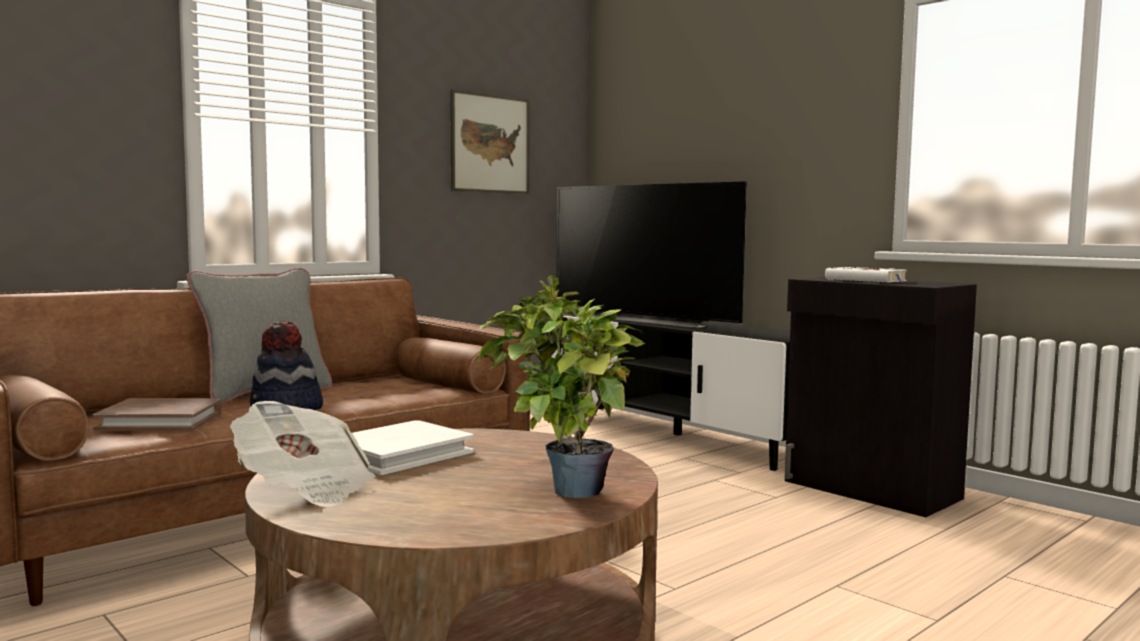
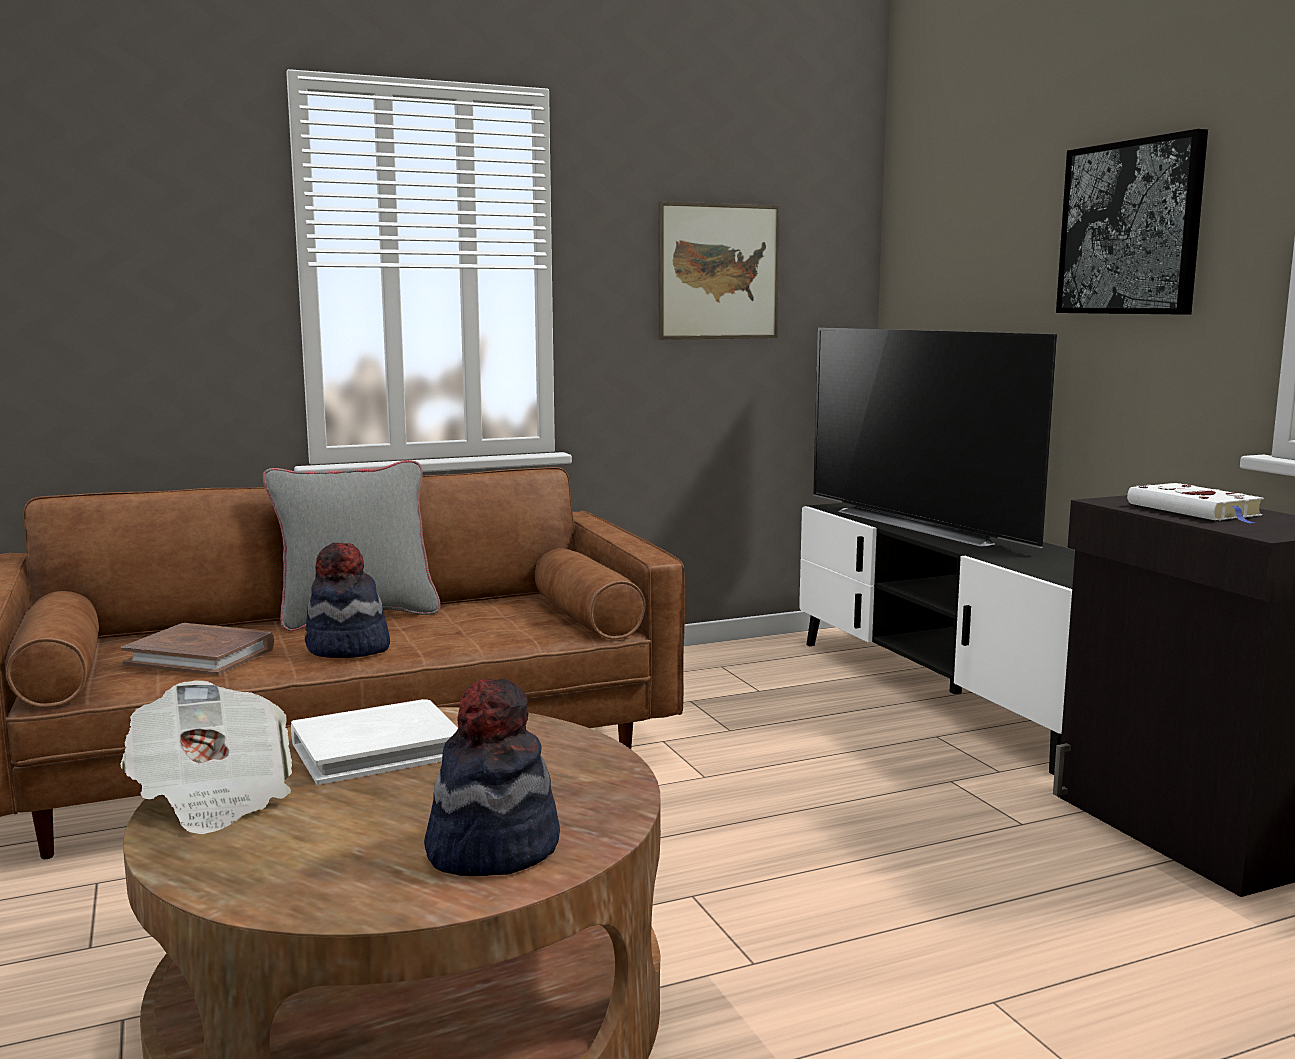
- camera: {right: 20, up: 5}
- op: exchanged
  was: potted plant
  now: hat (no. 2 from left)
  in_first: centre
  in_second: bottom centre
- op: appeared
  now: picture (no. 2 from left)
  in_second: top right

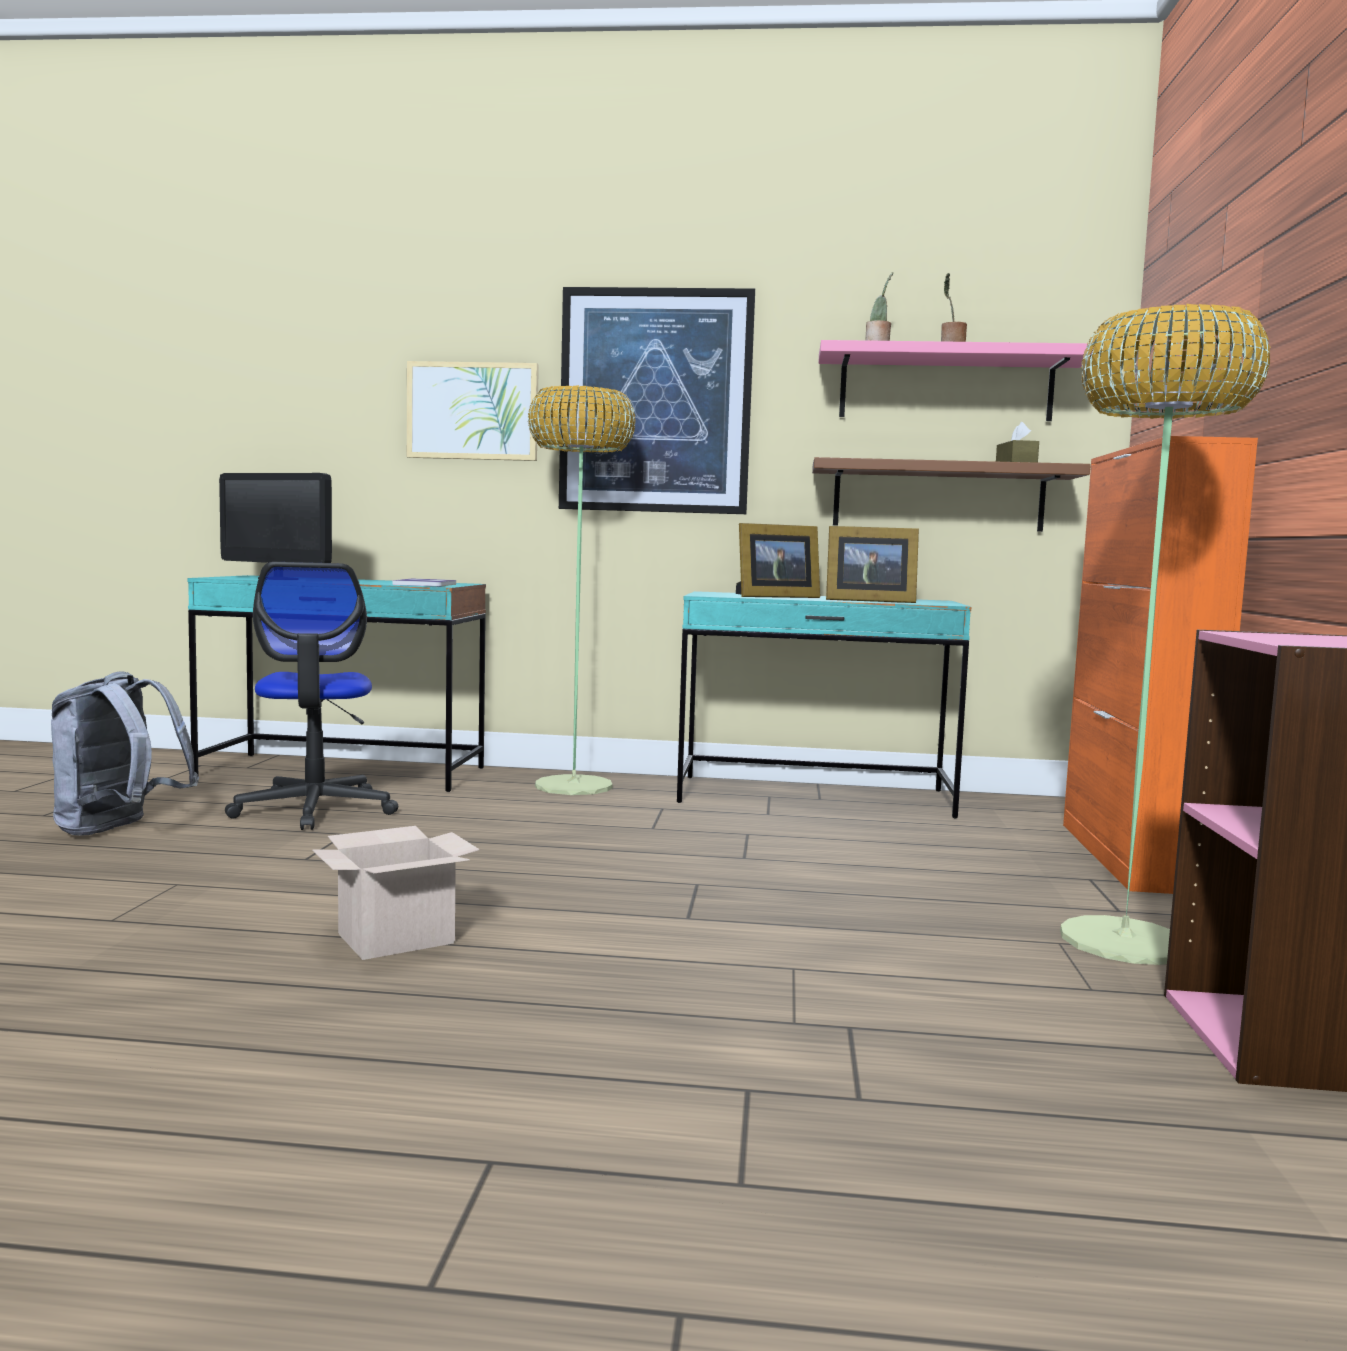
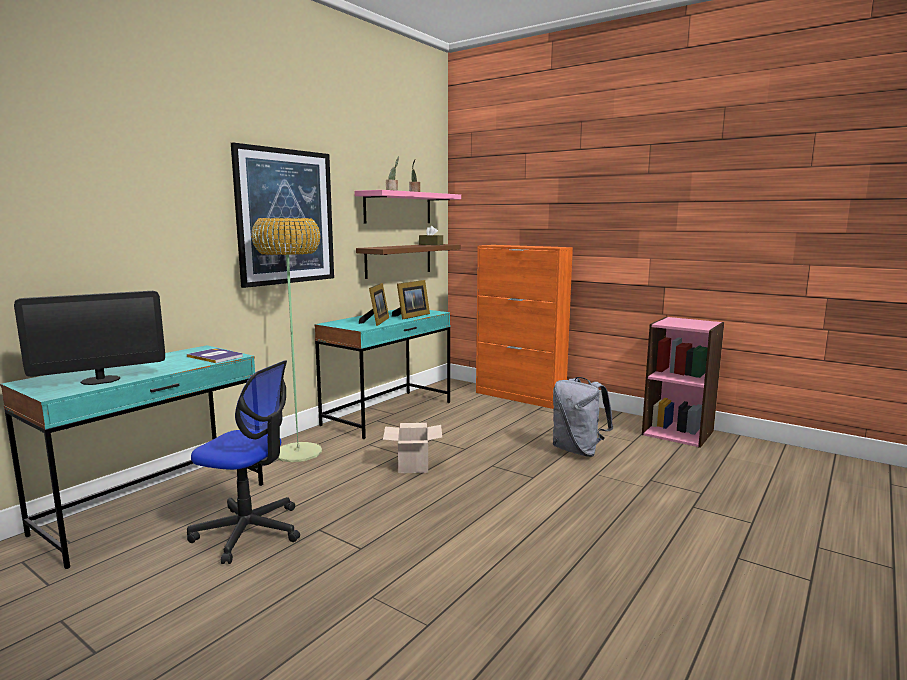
- camera: {right: -60, up: 5}
- op: missing
  was: floor lamp (no. 2 from left)
  in_first: middle right
- op: missing
  was: picture (no. 1 from left)
  in_first: top centre
- op: relocated
  was: backpack/grey
  in_first: middle left
  in_second: centre
- op: relocated
  was: cardboard box
  in_first: middle left
  in_second: centre

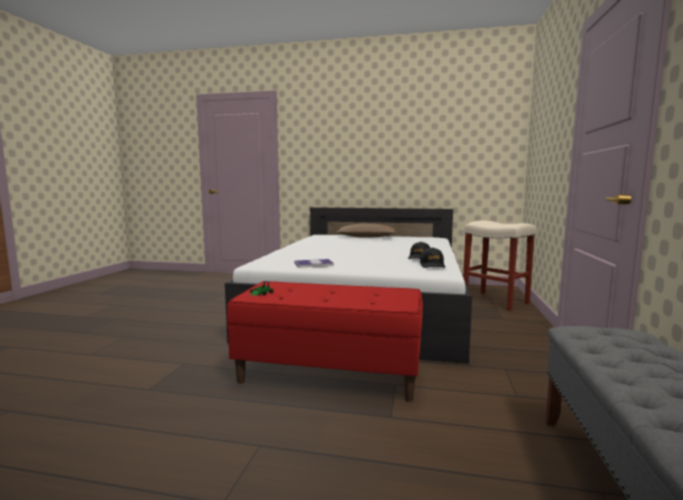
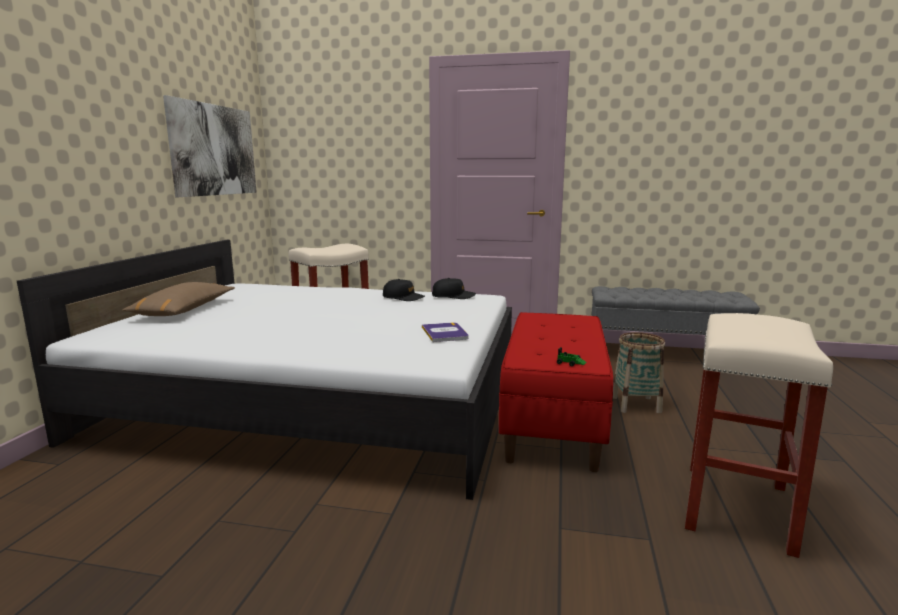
- camera: {right: -90, up: 5}
- op: appeared
  now: picture
  in_second: top left
- op: appeared
  now: stool/beige (no. 2 from left)
  in_second: bottom right
- op: appeared
  now: basket
  in_second: middle right

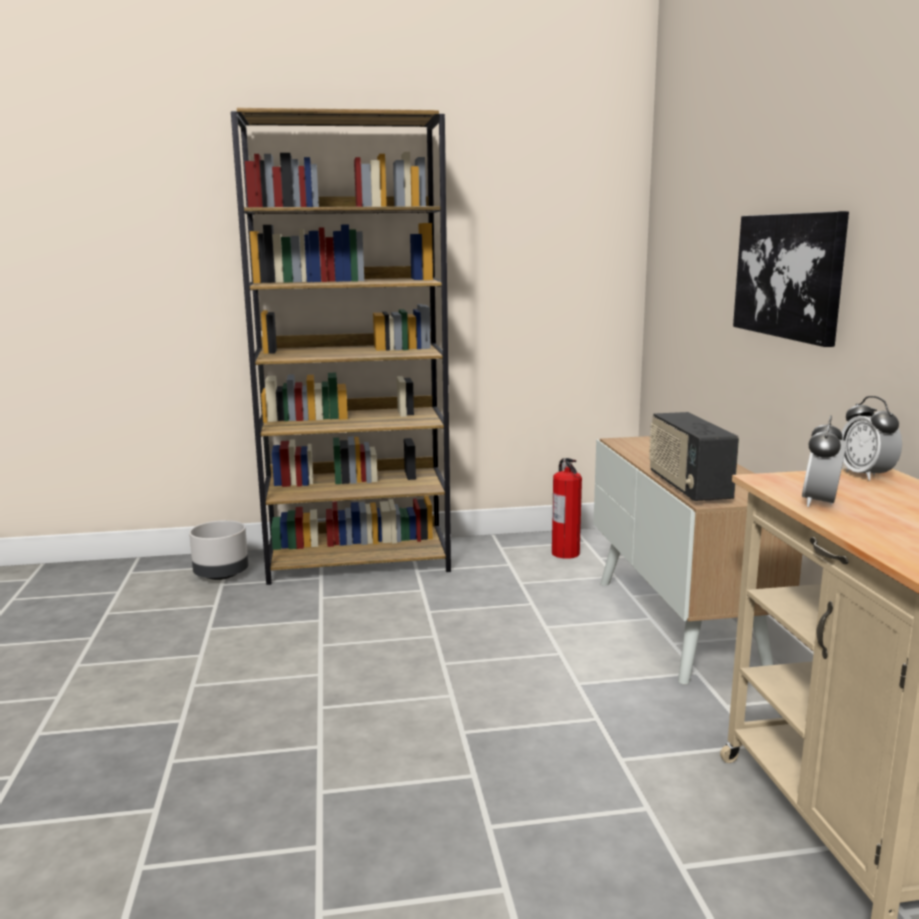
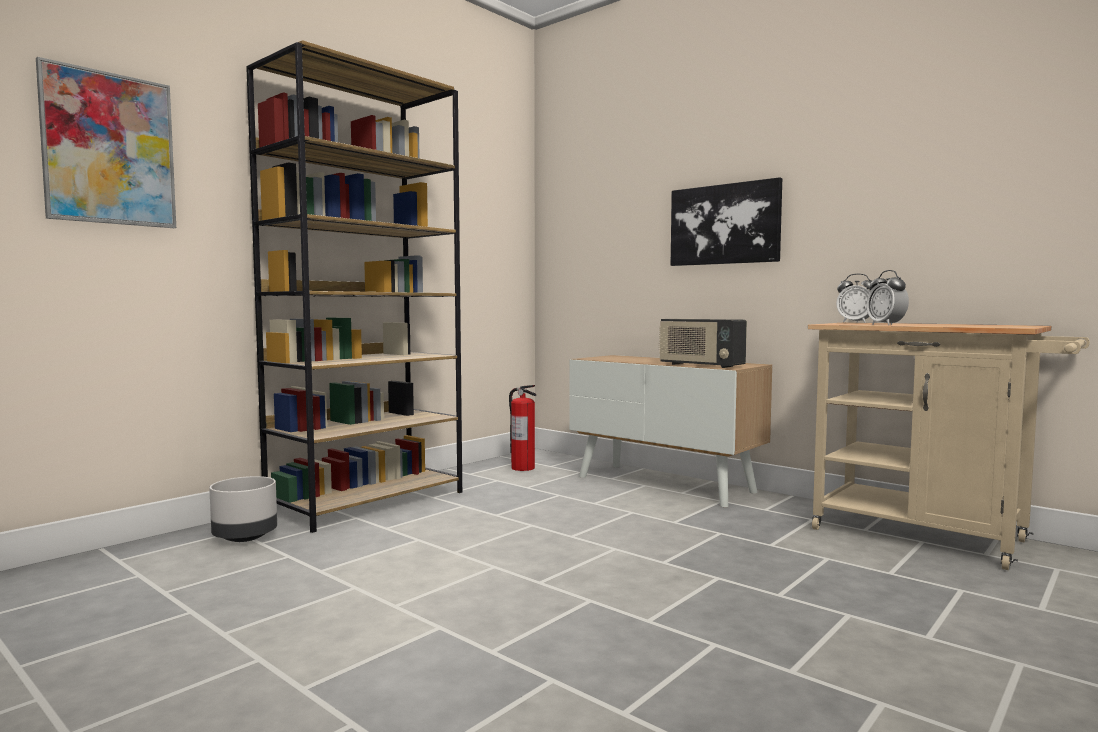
- camera: {right: -40, up: -10}
- op: appeared
  now: picture (no. 1 from left)
  in_second: top left

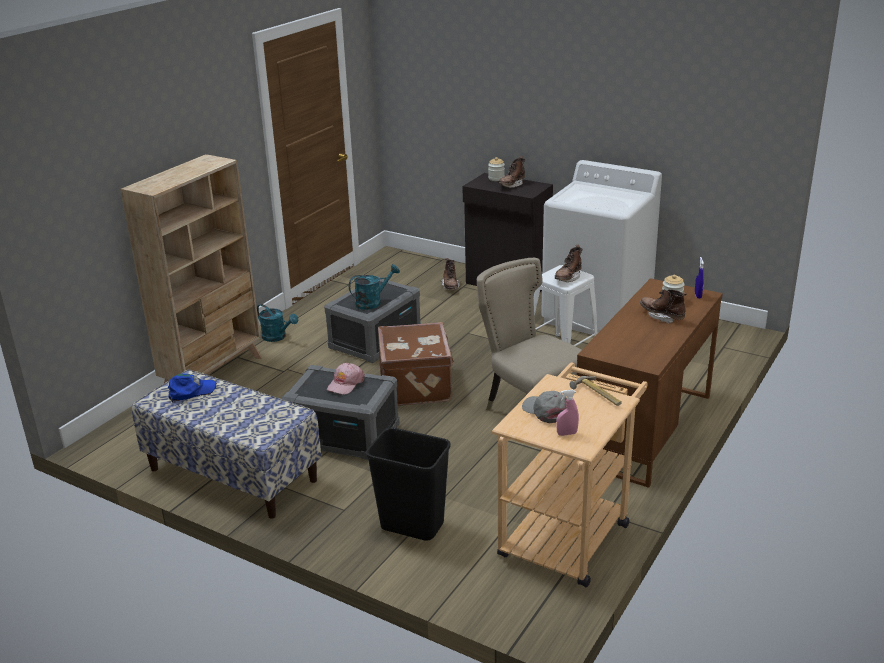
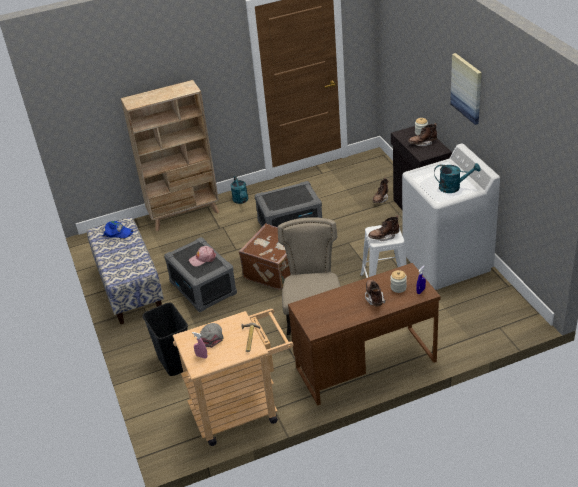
- camera: {right: 40, up: 10}
- op: relocated
  was: watering can/turquoise (no. 2 from left)
  in_first: centre
  in_second: middle right
- op: appeared
  now: picture
  in_second: top right

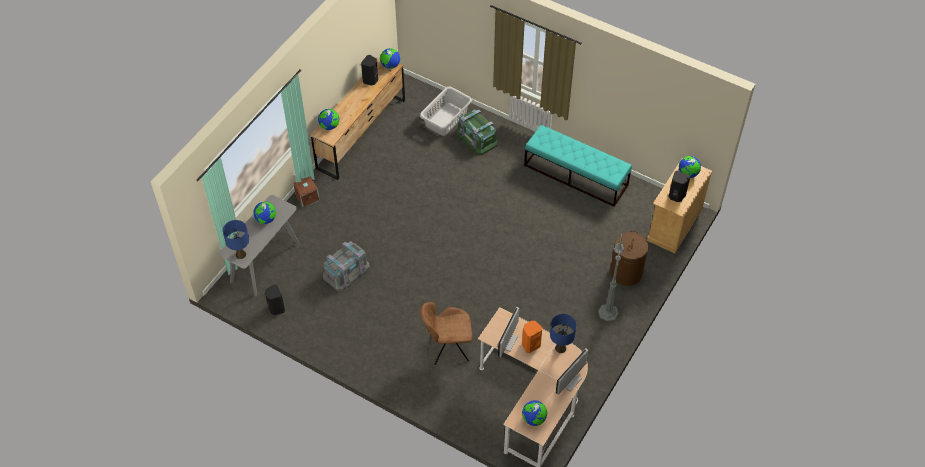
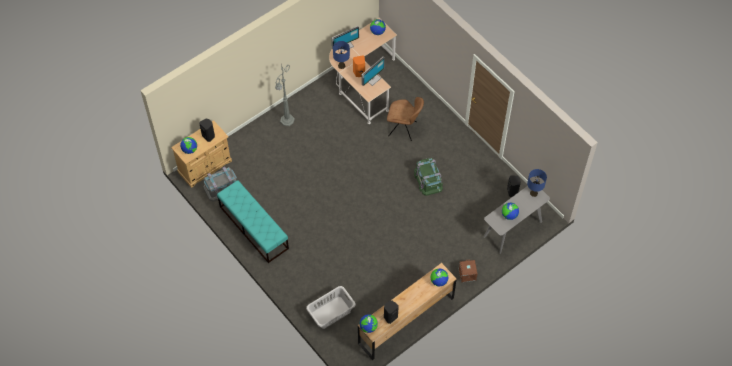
- camera: {right: -160, up: 5}
- op: relocated
  was: storage box/green
  in_first: top centre
  in_second: centre
- op: missing
  was: laundry basket/brown
  in_first: middle right
- op: relocated
  was: storage box/grey
  in_first: centre
  in_second: middle left

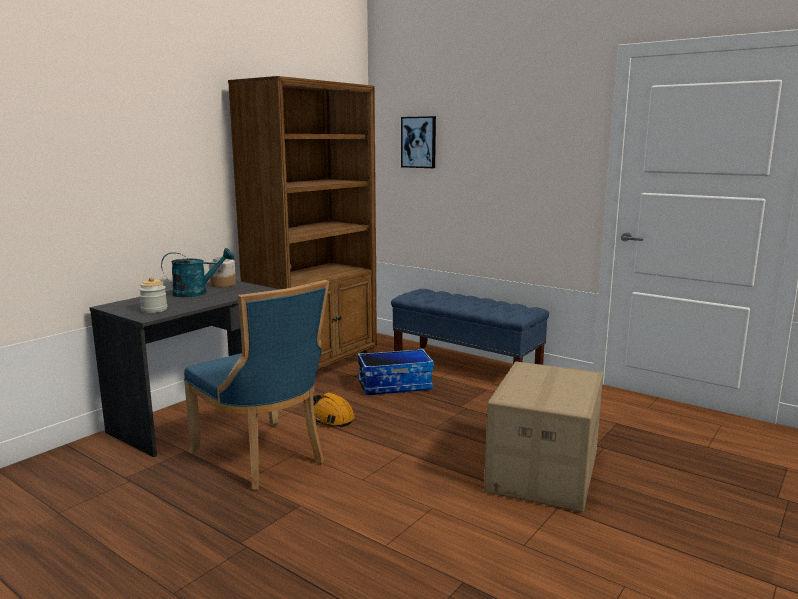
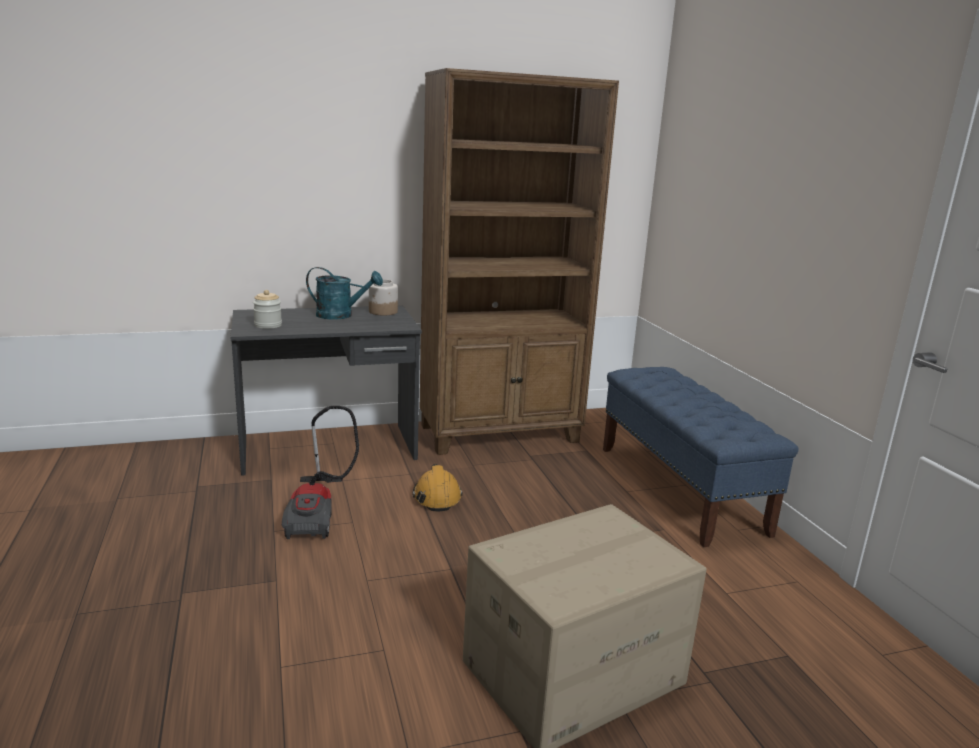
- camera: {right: 35, up: 5}
- op: missing
  was: picture
  in_first: top centre
- op: exchanged
  was: chair/blue
  now: vacuum cleaner
  in_first: middle left
  in_second: middle left
- op: missing
  was: storage box
  in_first: centre

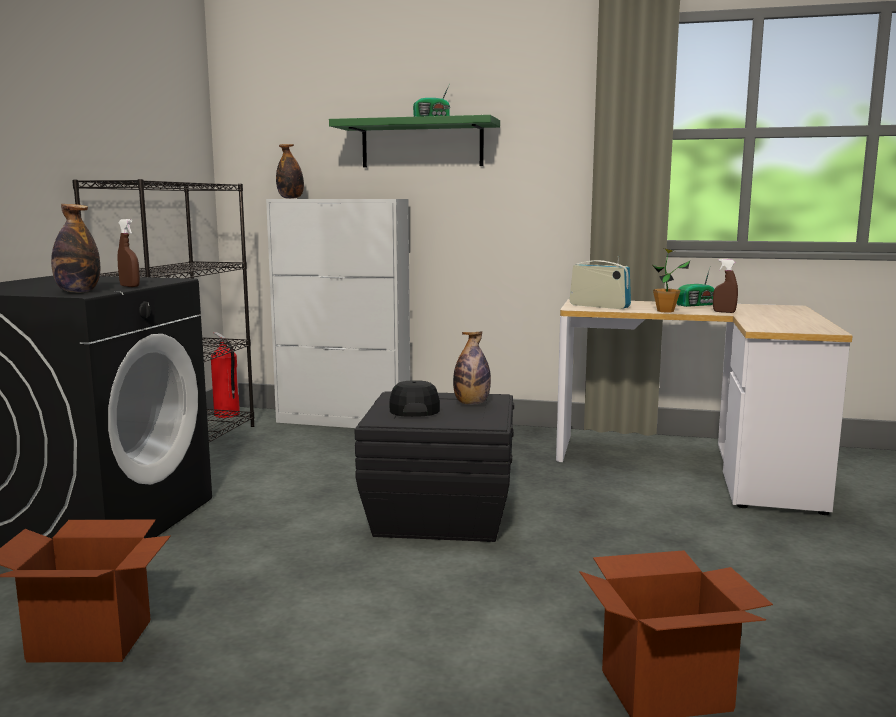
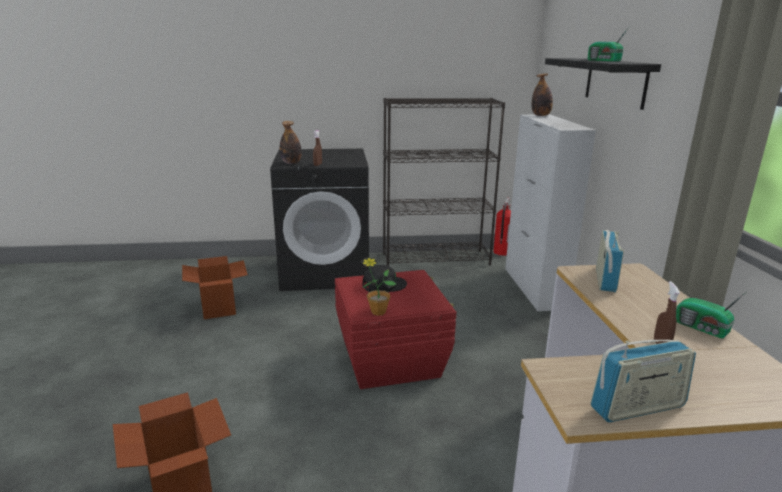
- camera: {right: 70, up: 10}
- op: colour
  was: shelf/green
  now: shelf/black
  in_first: top centre
  in_second: top right
- op: relocated
  was: potted plant
  in_first: middle right
  in_second: centre
- op: missing
  was: bottle (no. 3 from left)
  in_first: centre
- op: colour
  was: storage box/black
  now: storage box/red
  in_first: centre
  in_second: bottom centre
- op: appeared
  now: radio (no. 3 from left)
  in_second: bottom right

